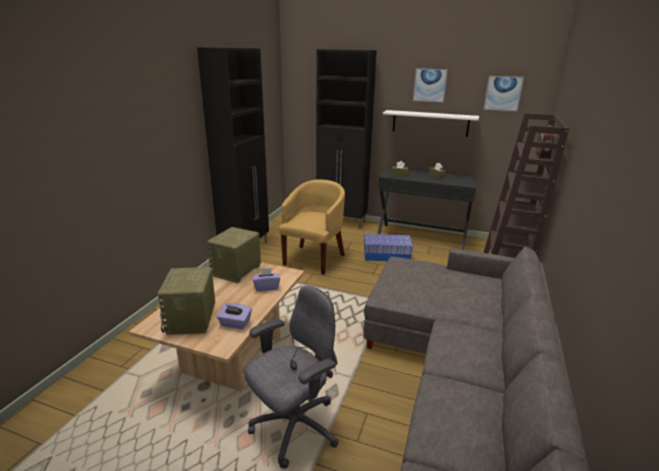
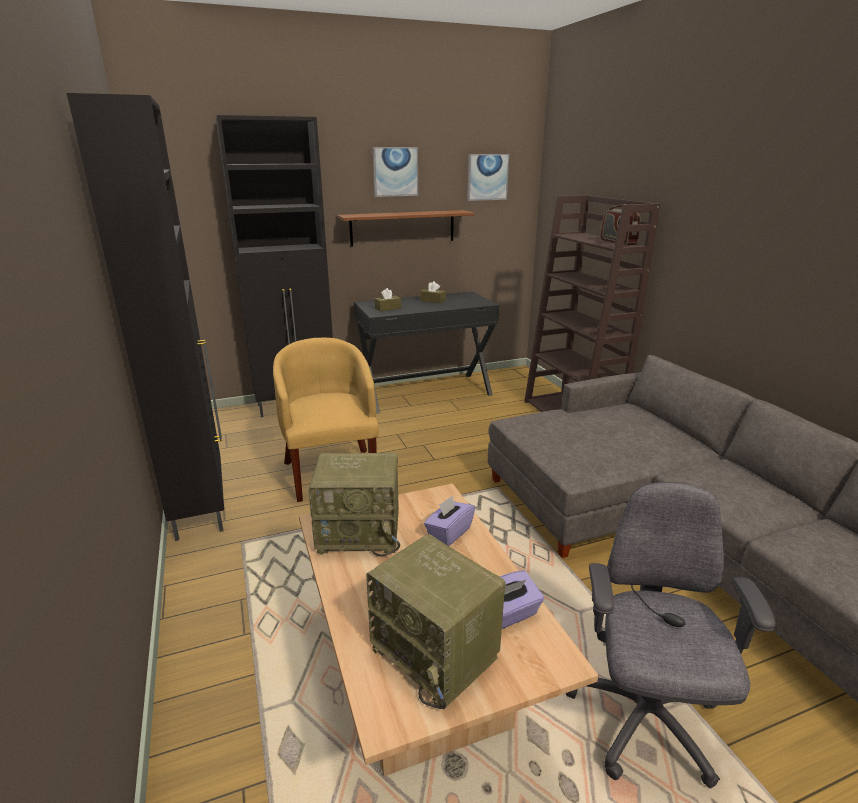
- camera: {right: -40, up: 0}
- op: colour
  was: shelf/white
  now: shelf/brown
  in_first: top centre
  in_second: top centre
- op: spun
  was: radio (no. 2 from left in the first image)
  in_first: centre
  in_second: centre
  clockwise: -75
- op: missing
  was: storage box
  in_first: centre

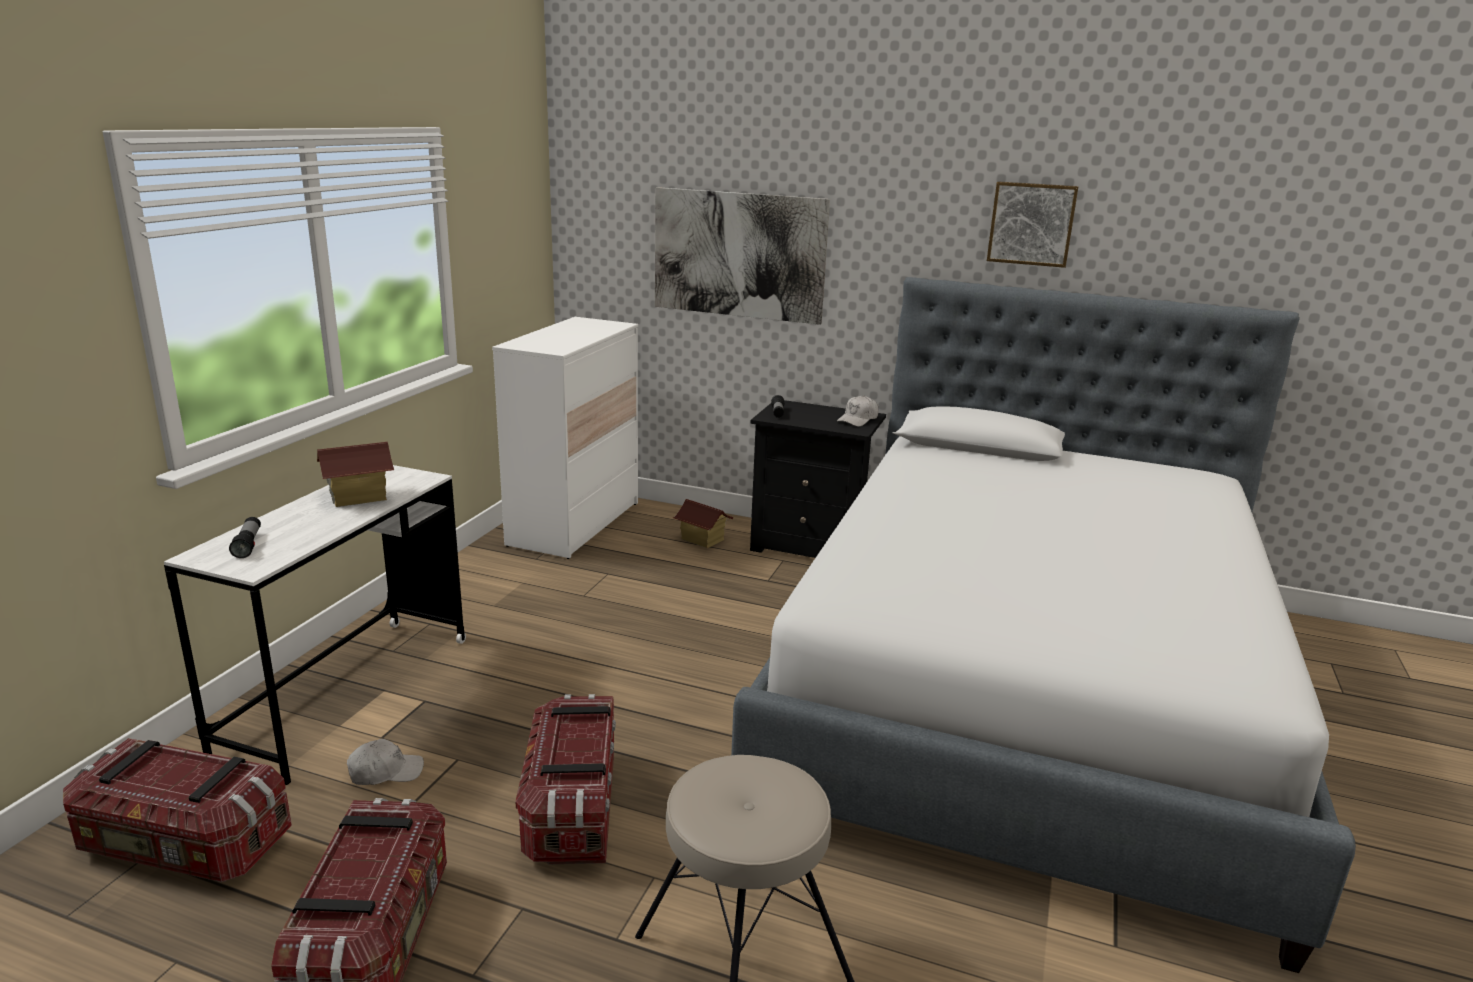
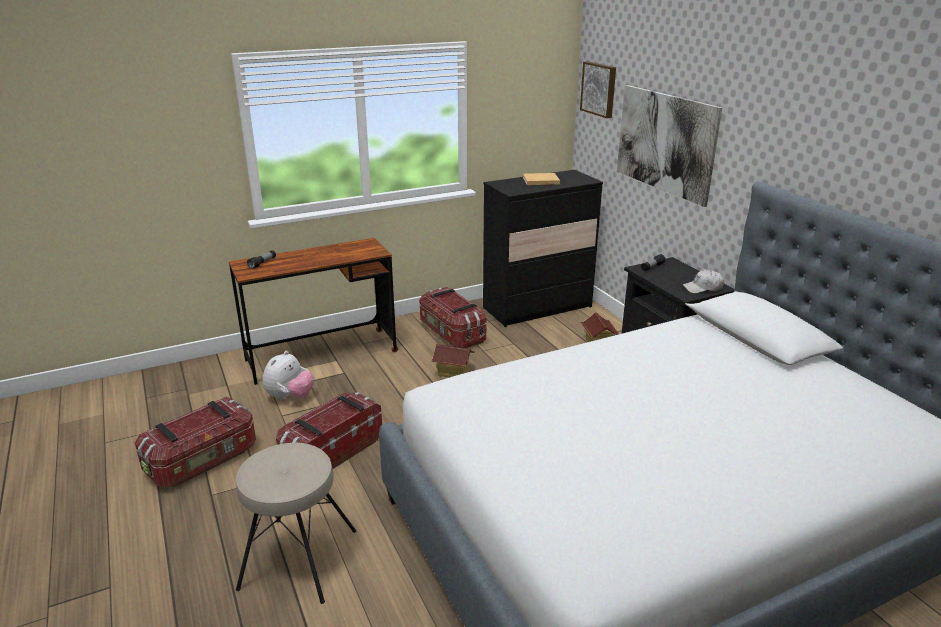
- camera: {right: 45, up: 5}
- op: relocated
  was: picture (no. 2 from left in the first image)
  now: picture (no. 1 from left)
  in_first: top right
  in_second: top centre
- op: colour
  was: dresser/white
  now: dresser/black
  in_first: centre
  in_second: centre
- op: relocated
  was: toy house (no. 1 from left)
  in_first: middle left
  in_second: centre
- op: colour
  was: desk/white
  now: desk/brown
  in_first: middle left
  in_second: middle left
- op: relocated
  was: storage box (no. 1 from left in the first image)
  now: storage box (no. 3 from left)
  in_first: bottom left
  in_second: centre
- op: exchanged
  was: cap/white (no. 1 from left)
  now: plush toy
  in_first: bottom left
  in_second: middle left
- op: appeared
  now: book/beige
  in_second: top centre

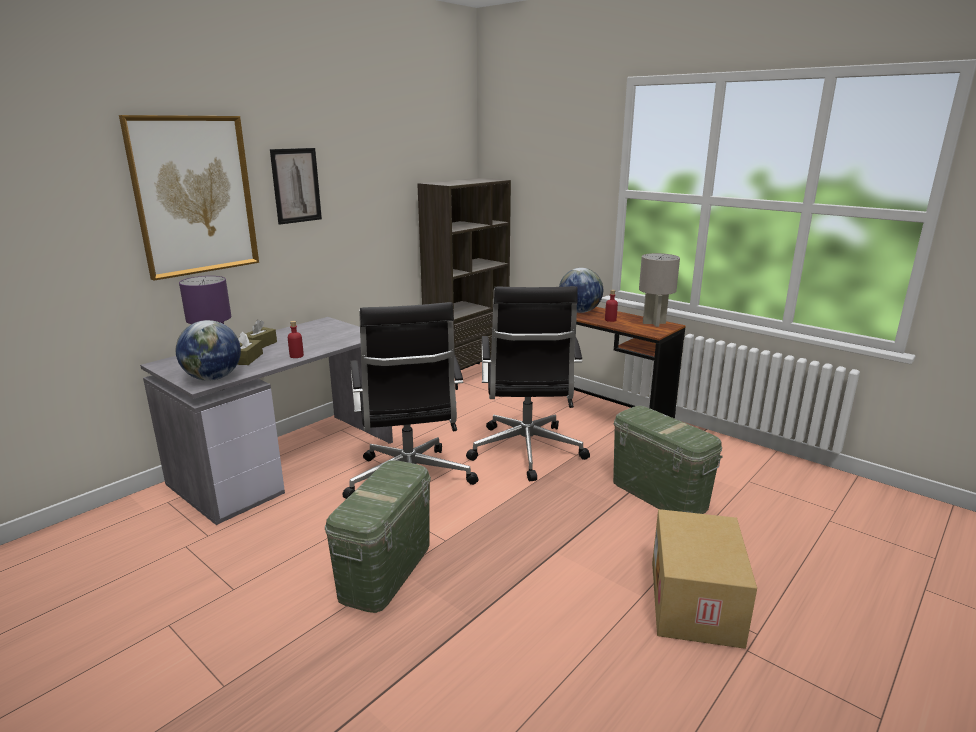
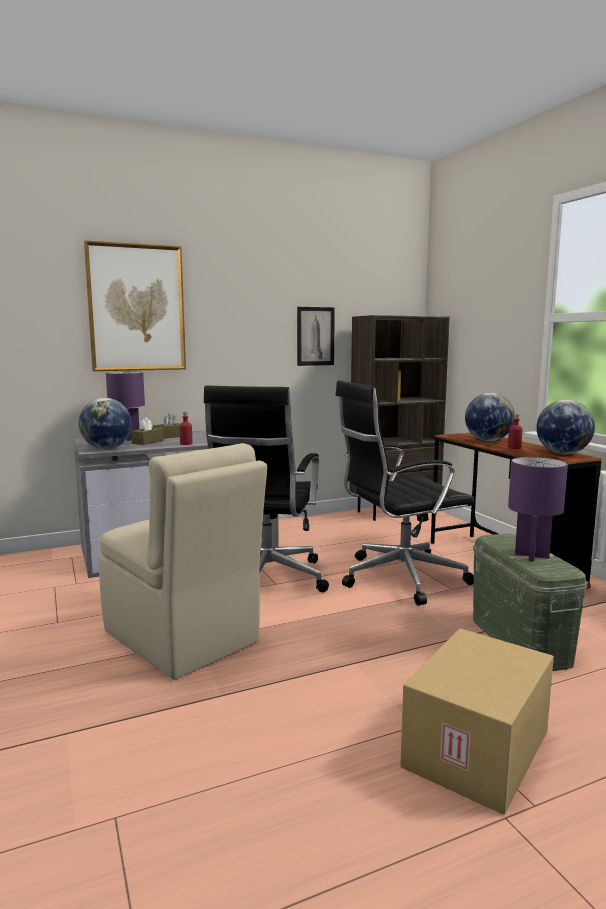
- camera: {right: 25, up: -10}
- op: relocated
  was: picture (no. 2 from left)
  in_first: top left
  in_second: centre
- op: exchanged
  was: table lamp/grey
  now: globe (no. 3 from left)
  in_first: middle right
  in_second: middle right
- op: spun
  was: office chair/black (no. 2 from left)
  in_first: centre
  in_second: middle right
  clockwise: 45
- op: exchanged
  was: storage box/green (no. 1 from left)
  now: chair/beige
  in_first: bottom centre
  in_second: middle left
- op: appeared
  now: table lamp/purple (no. 2 from left)
  in_second: middle right

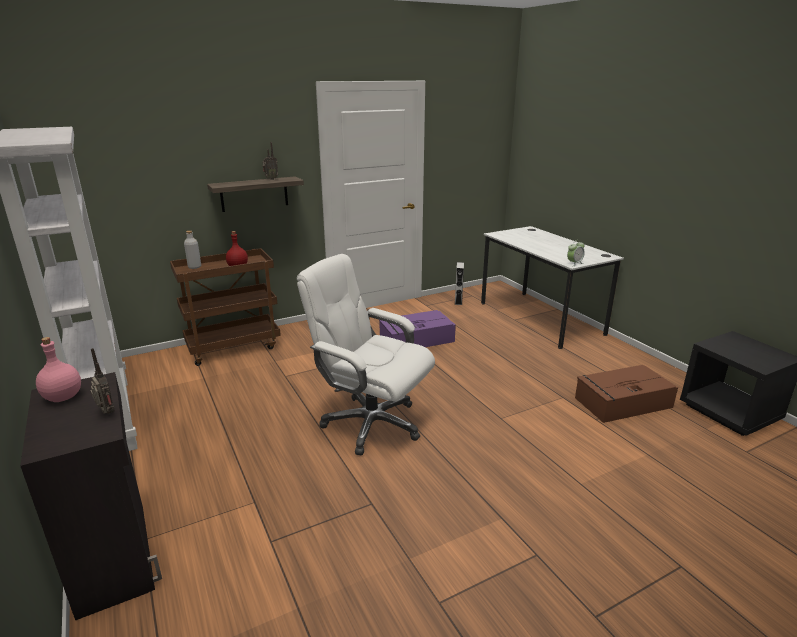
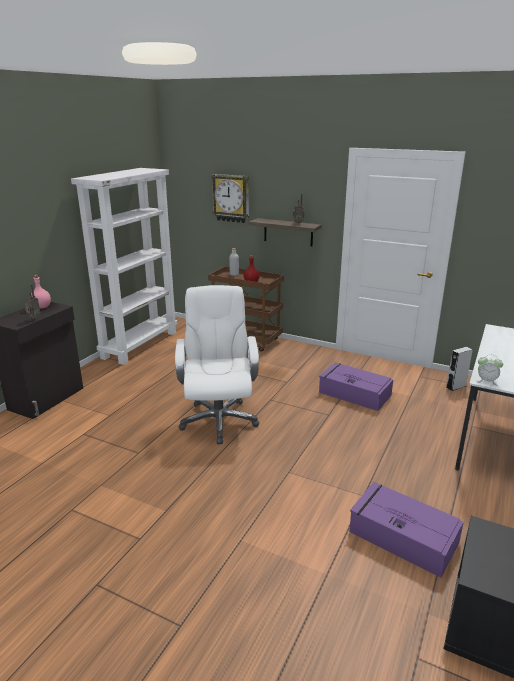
- camera: {right: 55, up: 0}
- op: colour
  was: storage box/brown
  now: storage box/purple (no. 2 from left)
  in_first: middle right
  in_second: bottom right
- op: appeared
  now: wall clock
  in_second: top centre

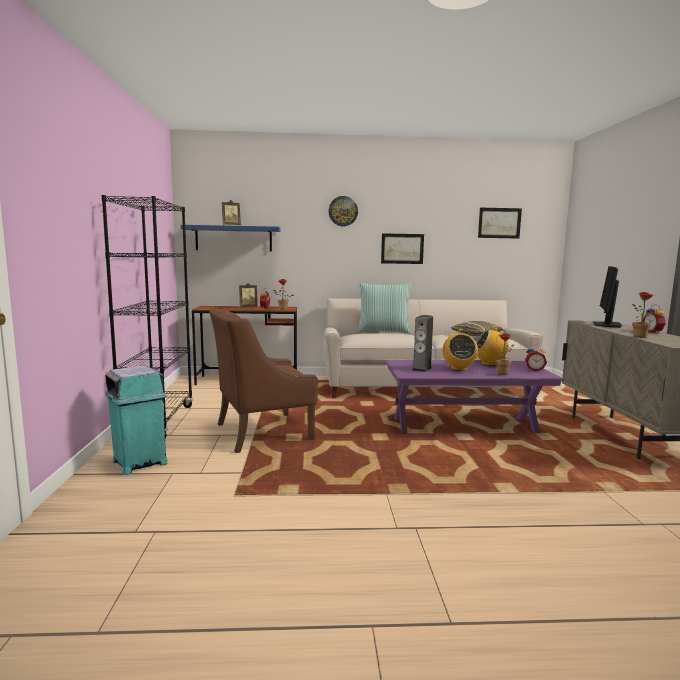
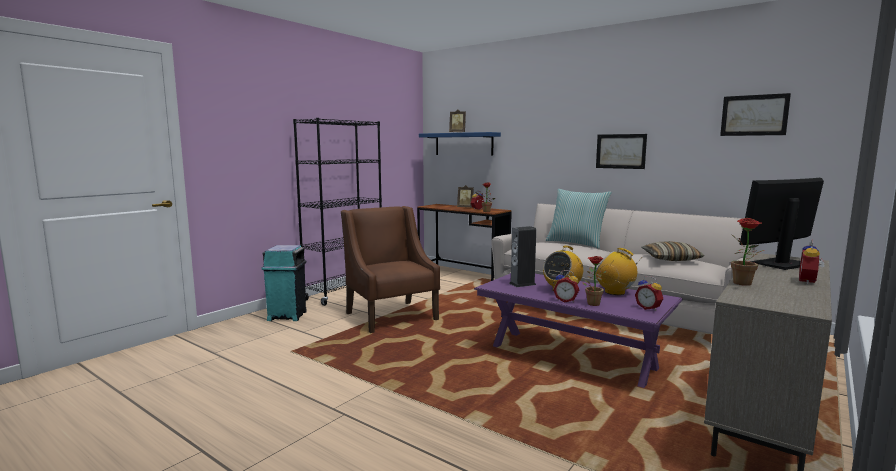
- camera: {right: 40, up: 0}
- op: missing
  was: wall clock
  in_first: top centre
- op: spun
  was: armchair/brown
  in_first: centre
  in_second: centre
  clockwise: 45
- op: appeared
  now: alarm clock (no. 2 from left)
  in_second: centre

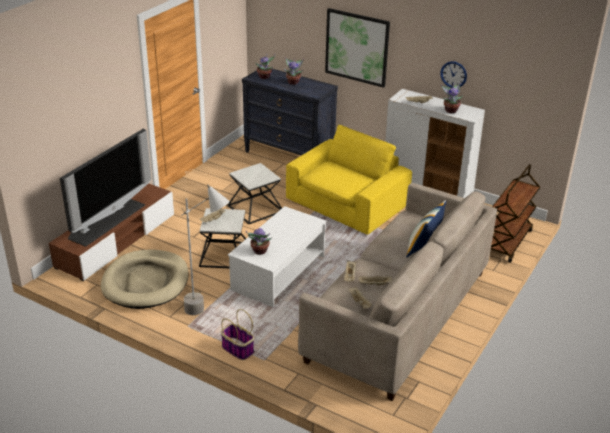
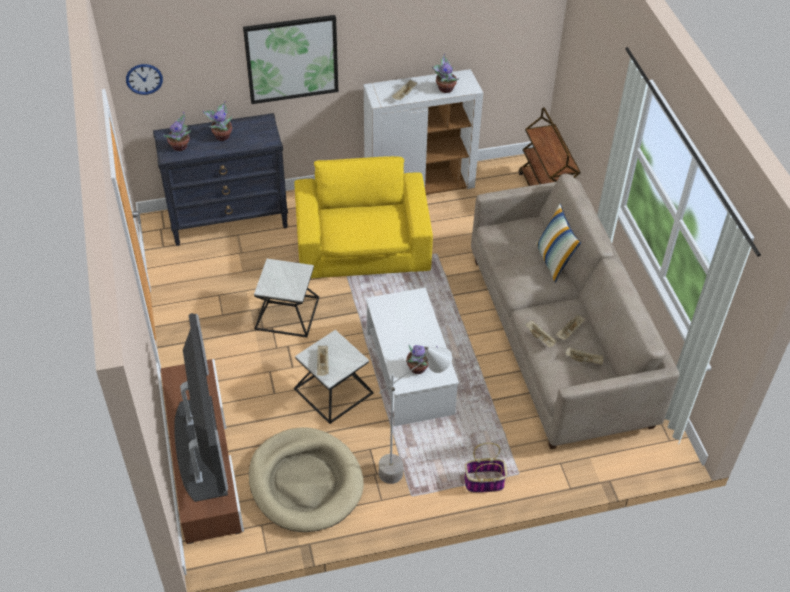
- camera: {right: -45, up: 15}
- op: relocated
  was: wall clock
  in_first: top right
  in_second: top left

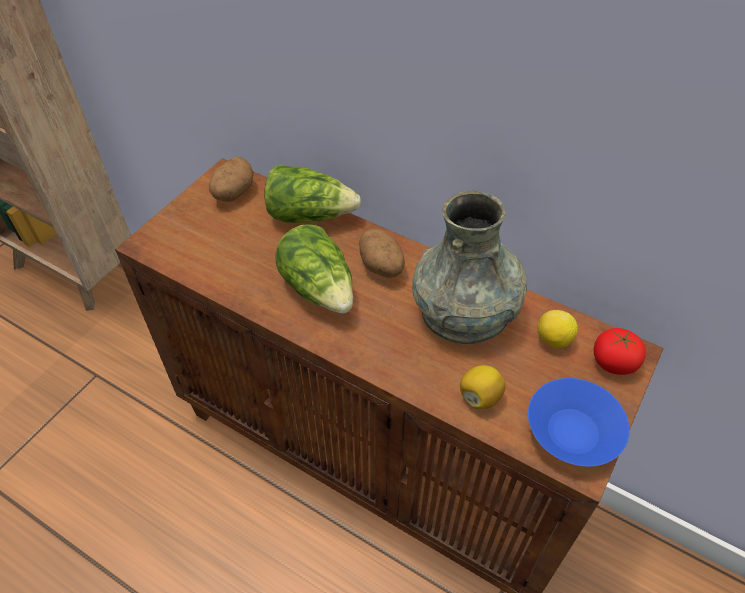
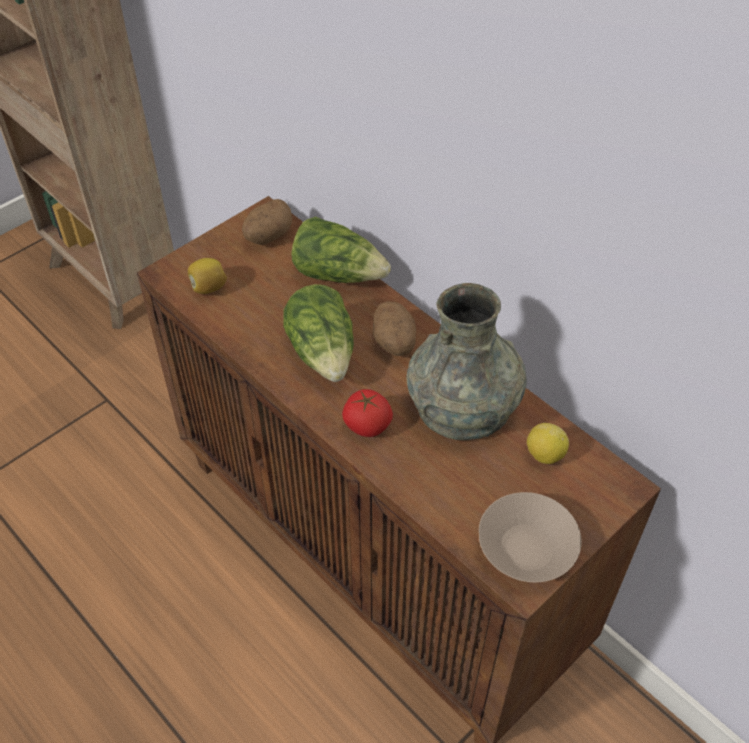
- camera: {right: 15, up: 0}
- op: relocated
  was: tomato
  in_first: middle right
  in_second: centre
- op: relocated
  was: lemon (no. 1 from left)
  in_first: centre
  in_second: middle left
- op: colour
  was: bowl/blue
  now: bowl/beige
  in_first: bottom right
  in_second: bottom right

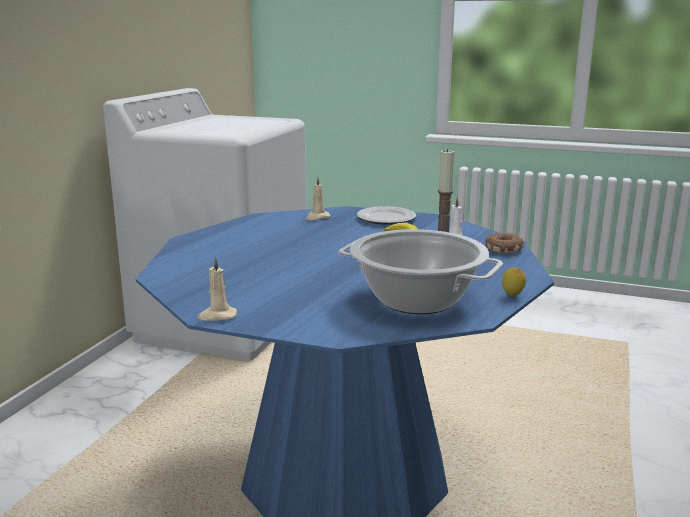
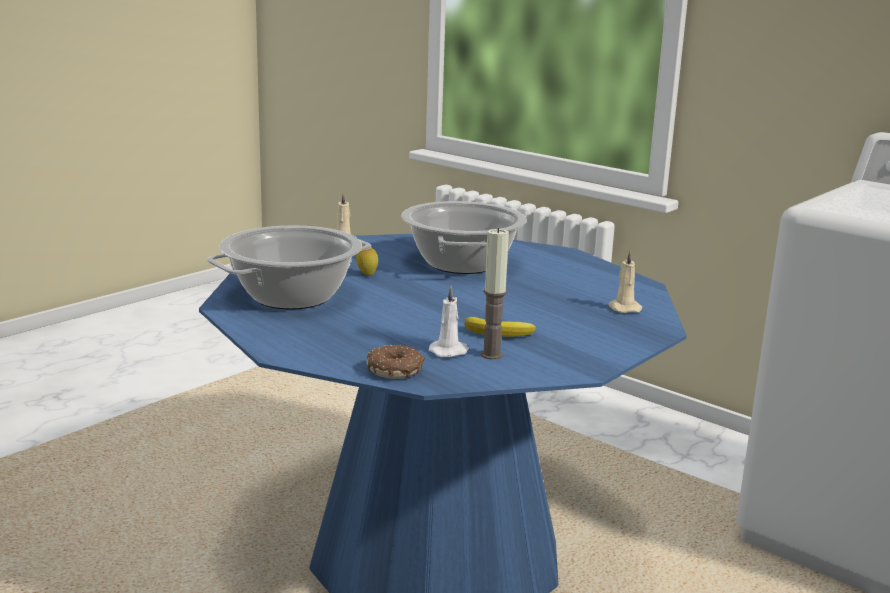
- camera: {right: 110, up: 0}
- op: missing
  was: plate
  in_first: centre
- op: relocated
  was: lemon
  in_first: middle right
  in_second: centre
- op: appeared
  now: cooking pot (no. 2 from left)
  in_second: centre

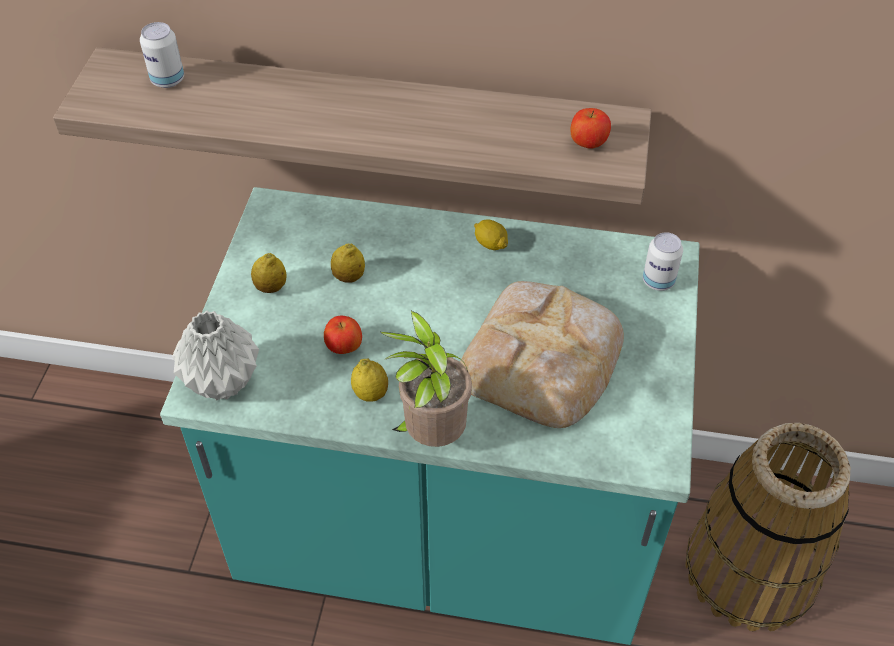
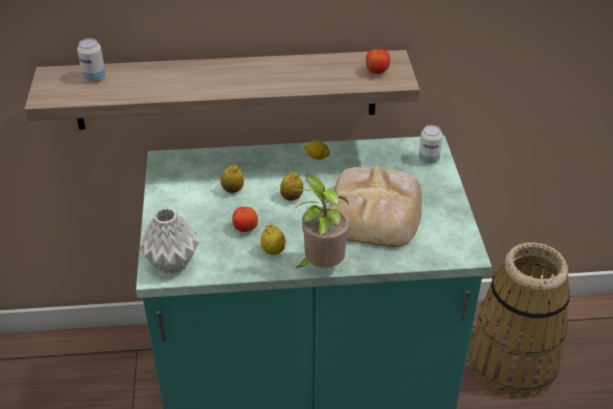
- camera: {right: -15, up: -10}
- op: relocated
  was: lemon (no. 1 from left in the first image)
  now: lemon (no. 3 from left)
  in_first: middle left
  in_second: centre

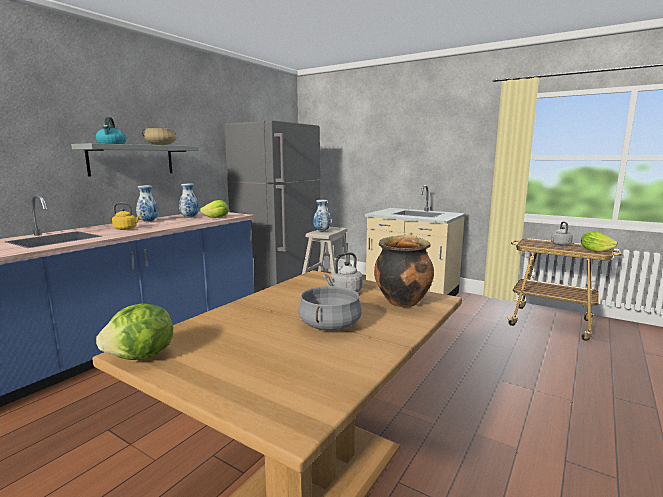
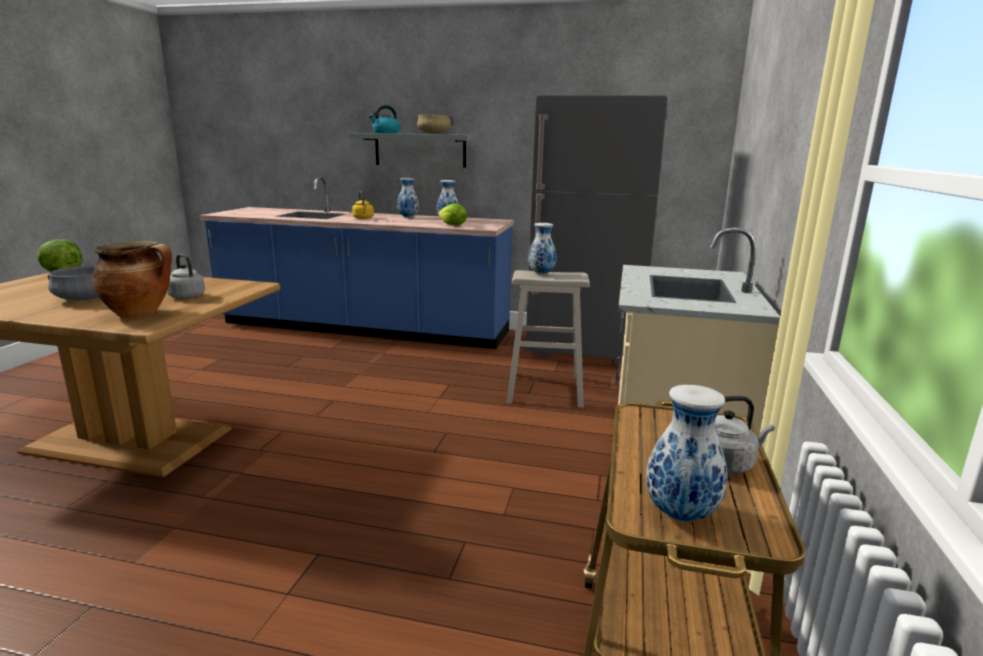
- camera: {right: 70, up: 5}
- op: exchanged
  was: lettuce (no. 3 from left)
  now: vase (no. 4 from left)
  in_first: middle right
  in_second: bottom right

